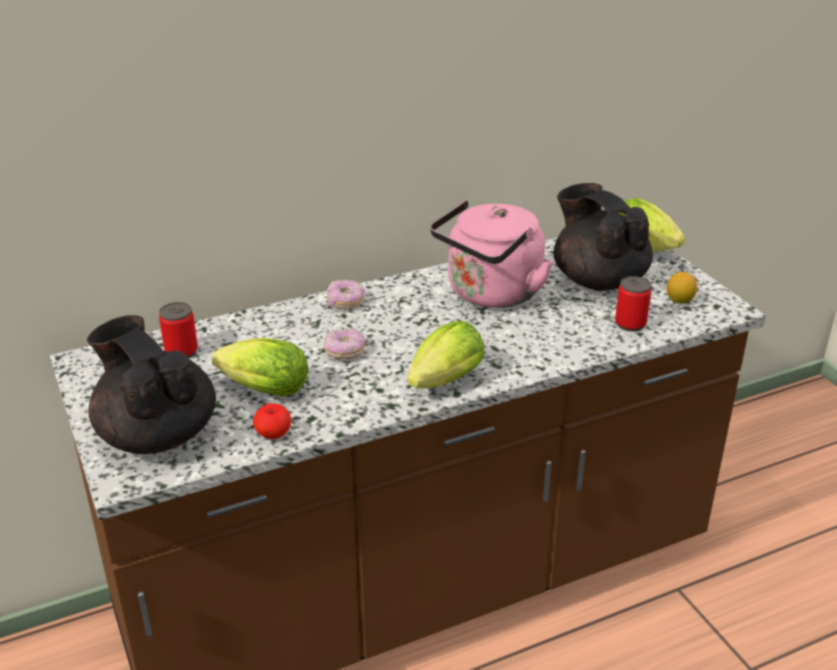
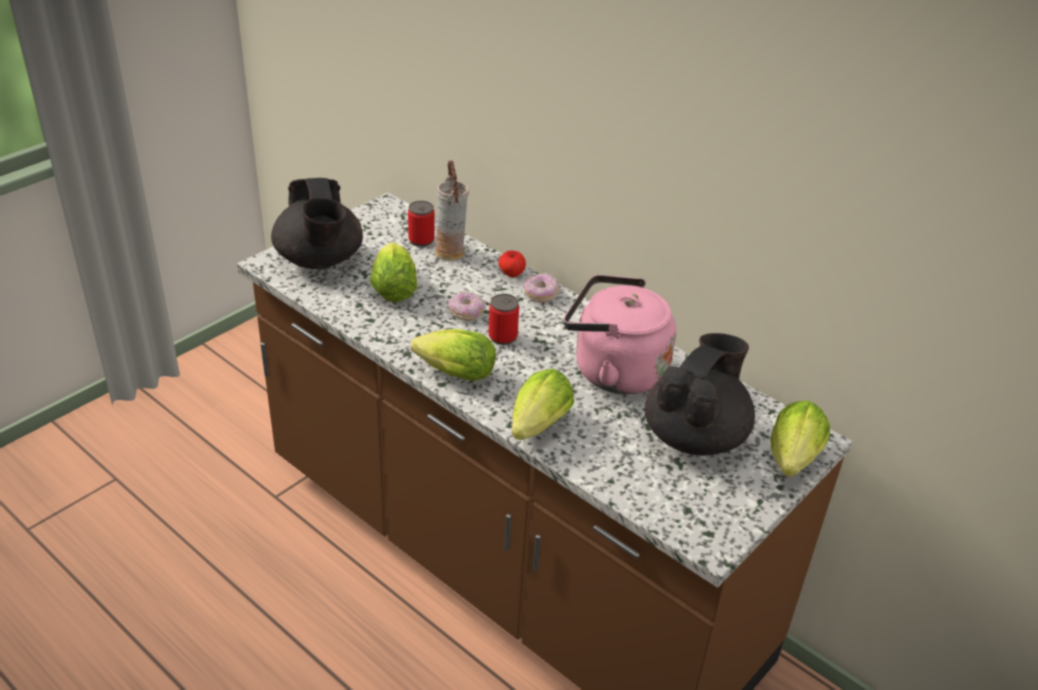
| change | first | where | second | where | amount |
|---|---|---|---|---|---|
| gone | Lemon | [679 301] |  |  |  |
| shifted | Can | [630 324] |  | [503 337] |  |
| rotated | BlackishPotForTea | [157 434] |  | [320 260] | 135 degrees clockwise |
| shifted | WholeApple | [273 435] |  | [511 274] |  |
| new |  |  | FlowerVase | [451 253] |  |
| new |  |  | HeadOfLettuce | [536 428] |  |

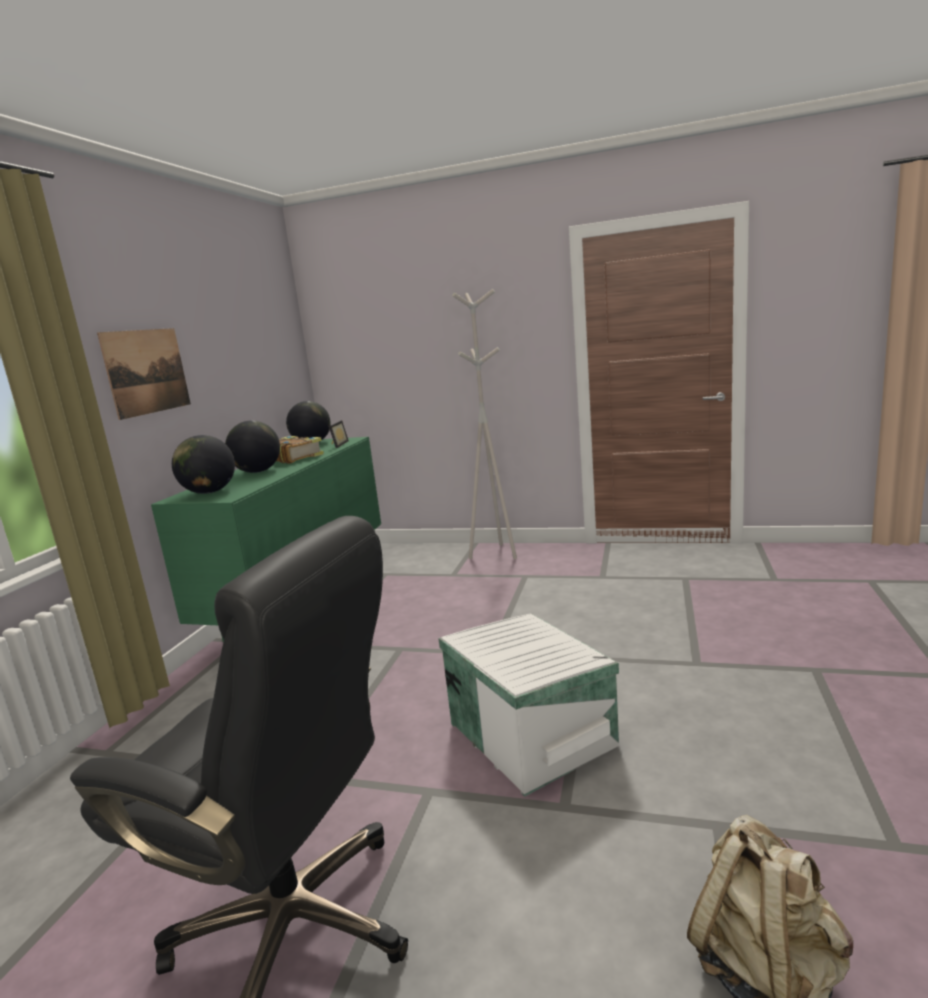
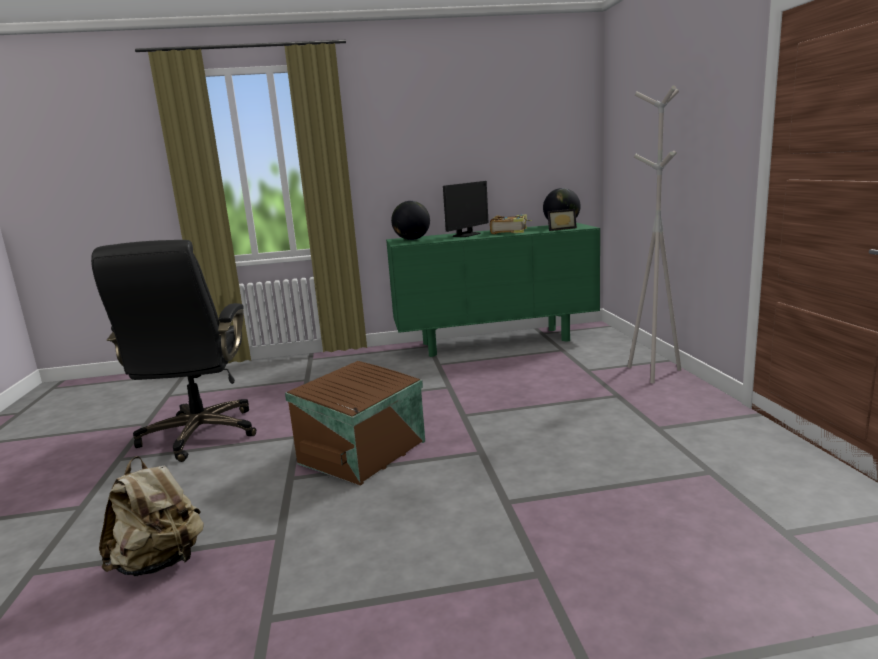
| change | first | where | second | where | amount |
|---|---|---|---|---|---|
| gone | WallArt | [147 371] |  |  |  |
| swapped | Globe | [257 472] | ComputerDisplay | [466 235] |  |
| repainted | WhiteColouredStorageBox | [532 732] | BrownColouredStorageBox | [365 452] |  |

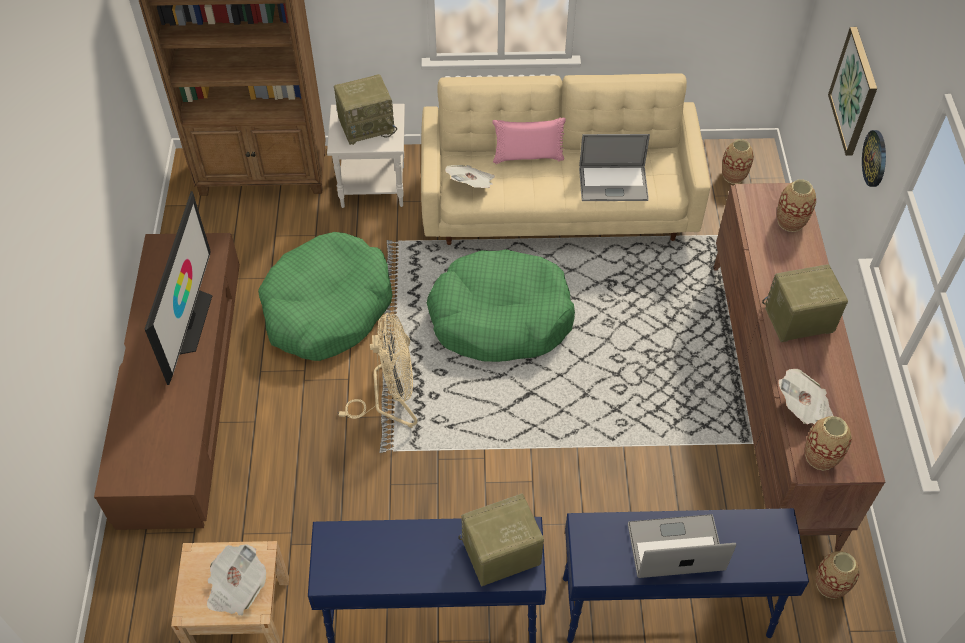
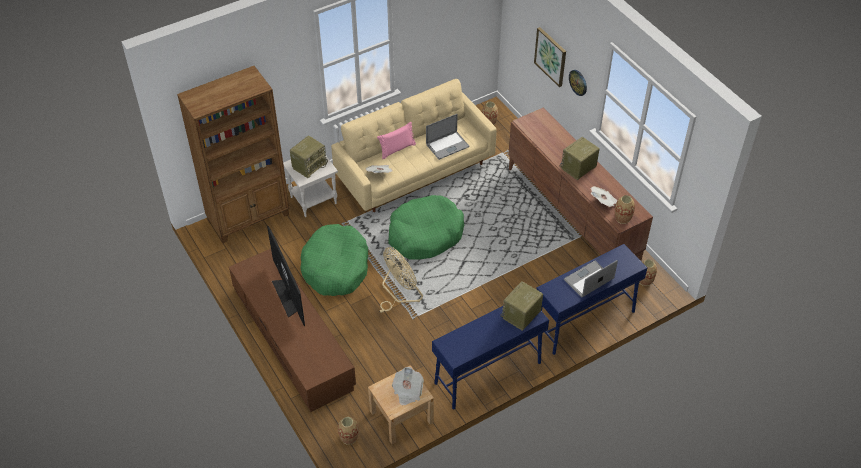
| change | first | where | second | where | amount |
|---|---|---|---|---|---|
| shifted | FlowerVase | [790 222] |  | [349 437] |  |

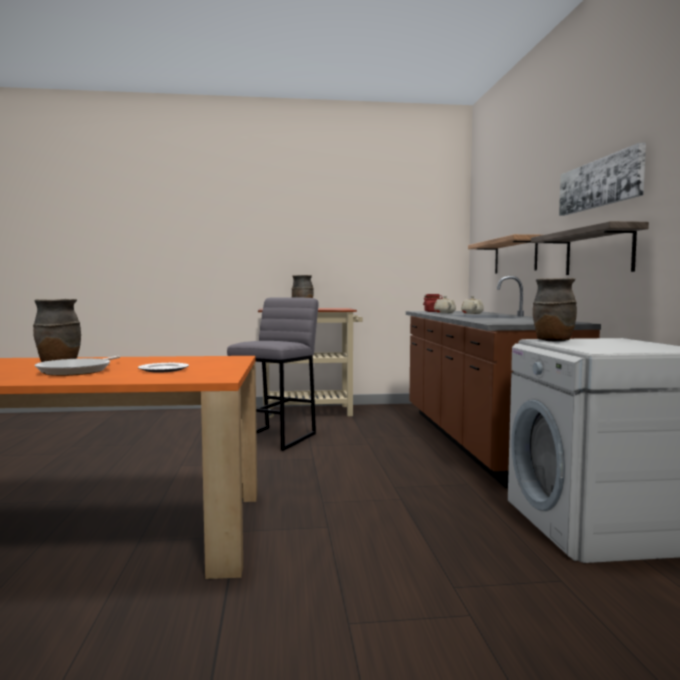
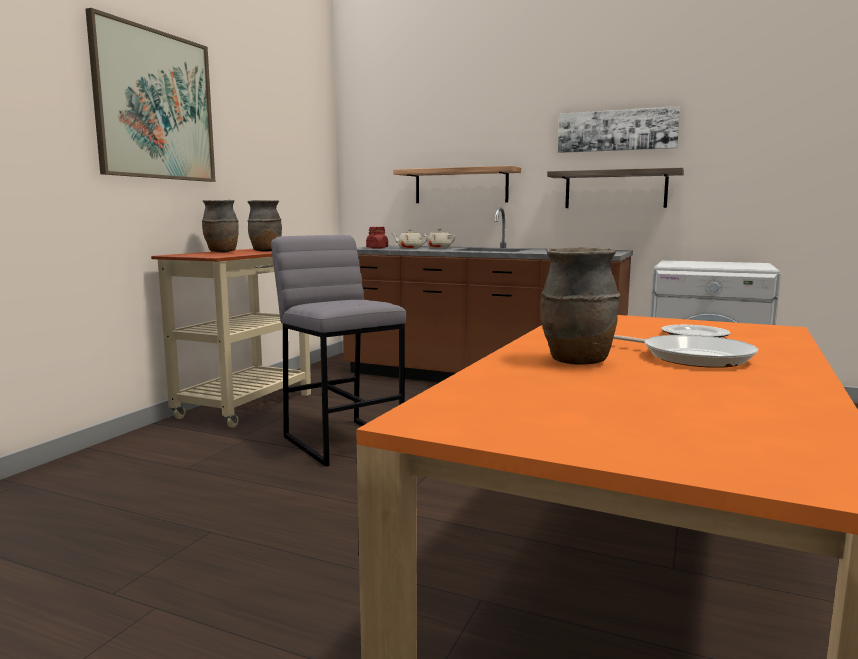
| change | first | where | second | where | amount |
|---|---|---|---|---|---|
| shifted | BrownColouredFlowerVase | [552 341] |  | [265 251] |  |
| new |  |  | WallArt | [155 105] |  |

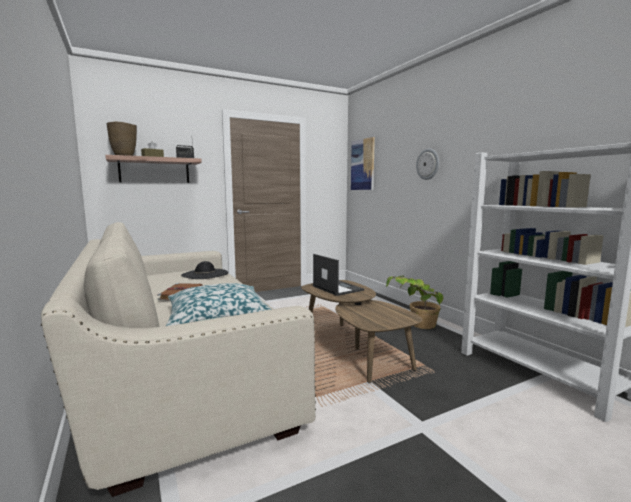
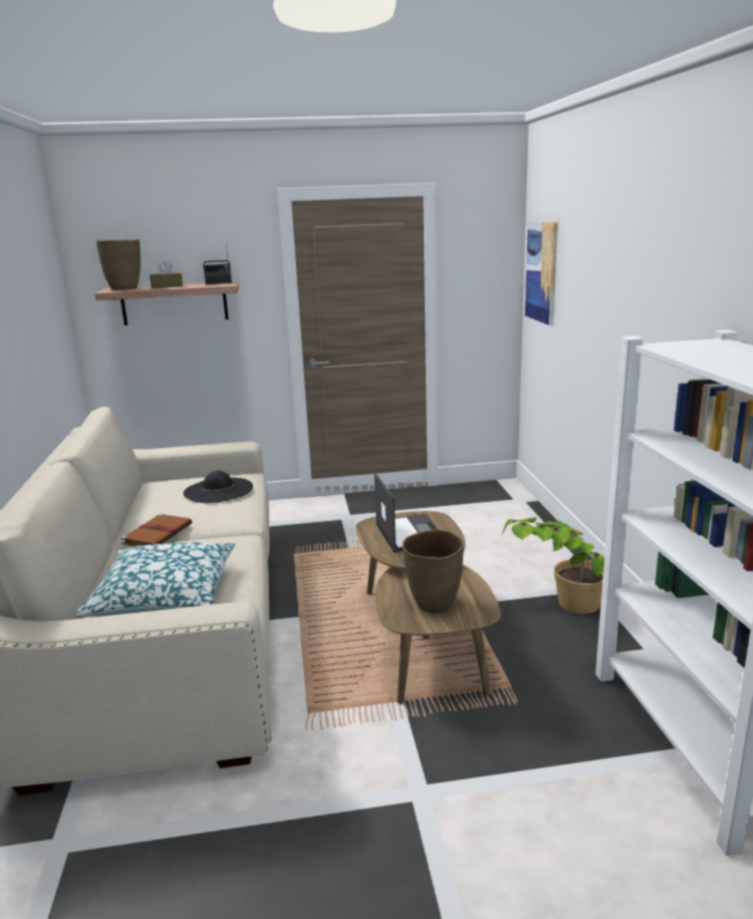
| change | first | where | second | where | amount |
|---|---|---|---|---|---|
| gone | WallClock | [428 164] |  |  |  |
| new |  |  | BrownColouredFlowerVase | [434 604] |  |

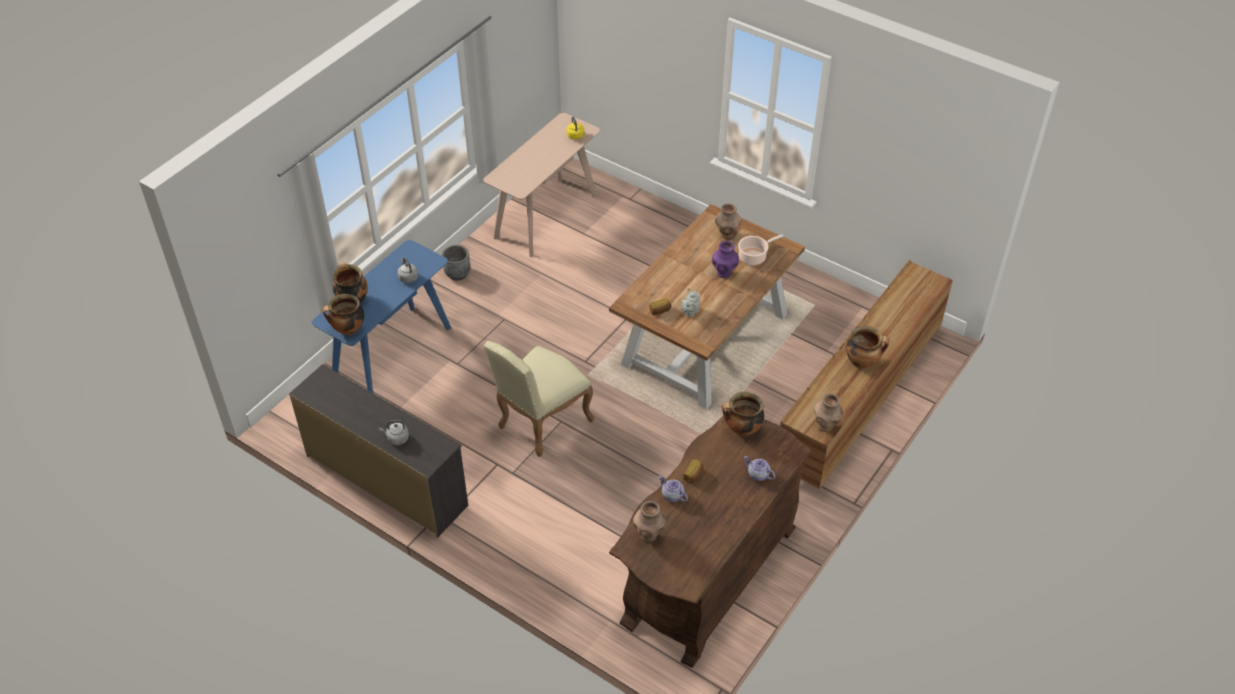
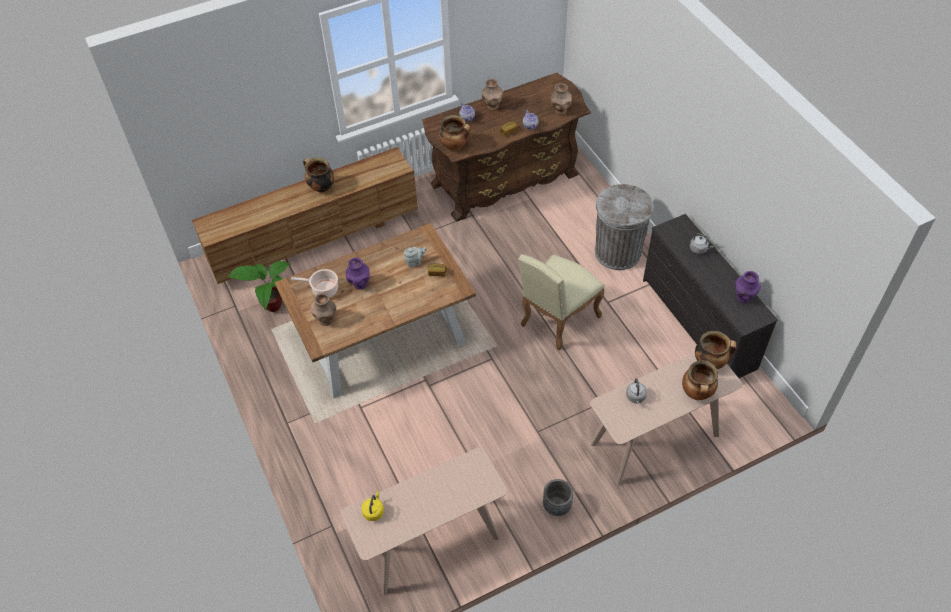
| change | first | where | second | where | amount |
|---|---|---|---|---|---|
| repainted | BluishHallTable | [392 352] | BeigeColouredHallTable | [655 440] |  |
| rotated | BeigeColouredPlainChair | [541 423] |  | [557 320] | 150 degrees clockwise |
| shifted | BrownColouredFlowerVase | [825 426] |  | [492 106] |  |
| new |  |  | GreyishTrashCan | [617 252] |  |
| new |  |  | PlantInAPot | [270 307] |  |
| new |  |  | PurpleColouredFlowerVase | [743 298] |  |

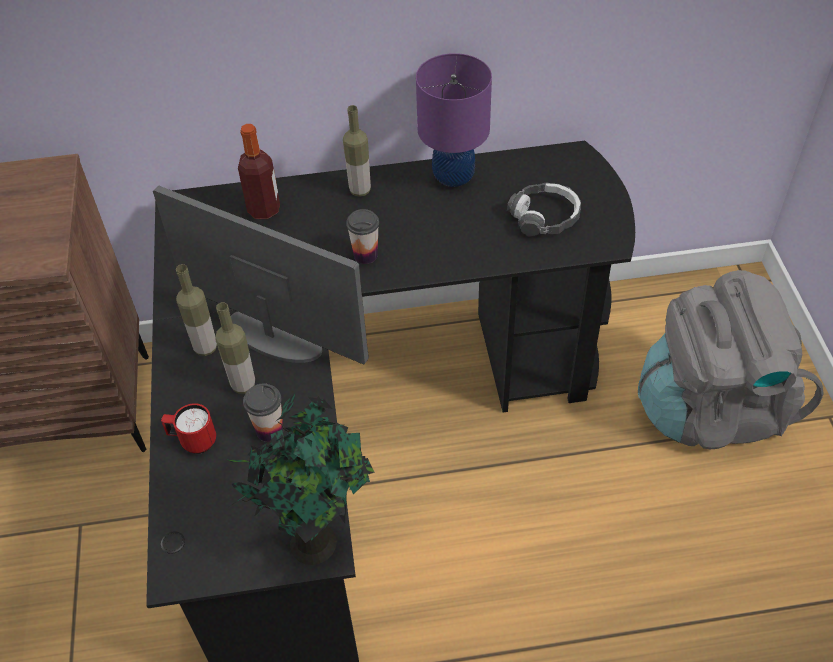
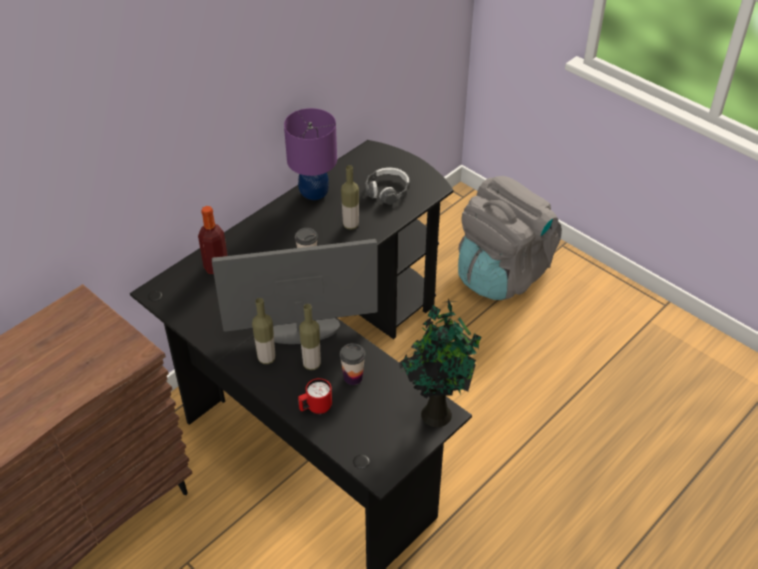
| change | first | where | second | where | amount |
|---|---|---|---|---|---|
| shifted | BeverageBottle | [360 190] |  | [350 225] |  |

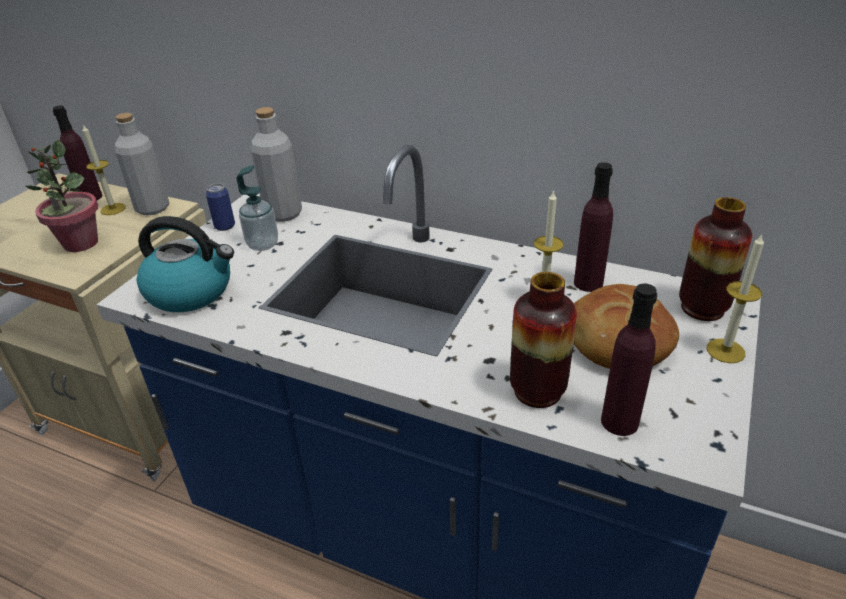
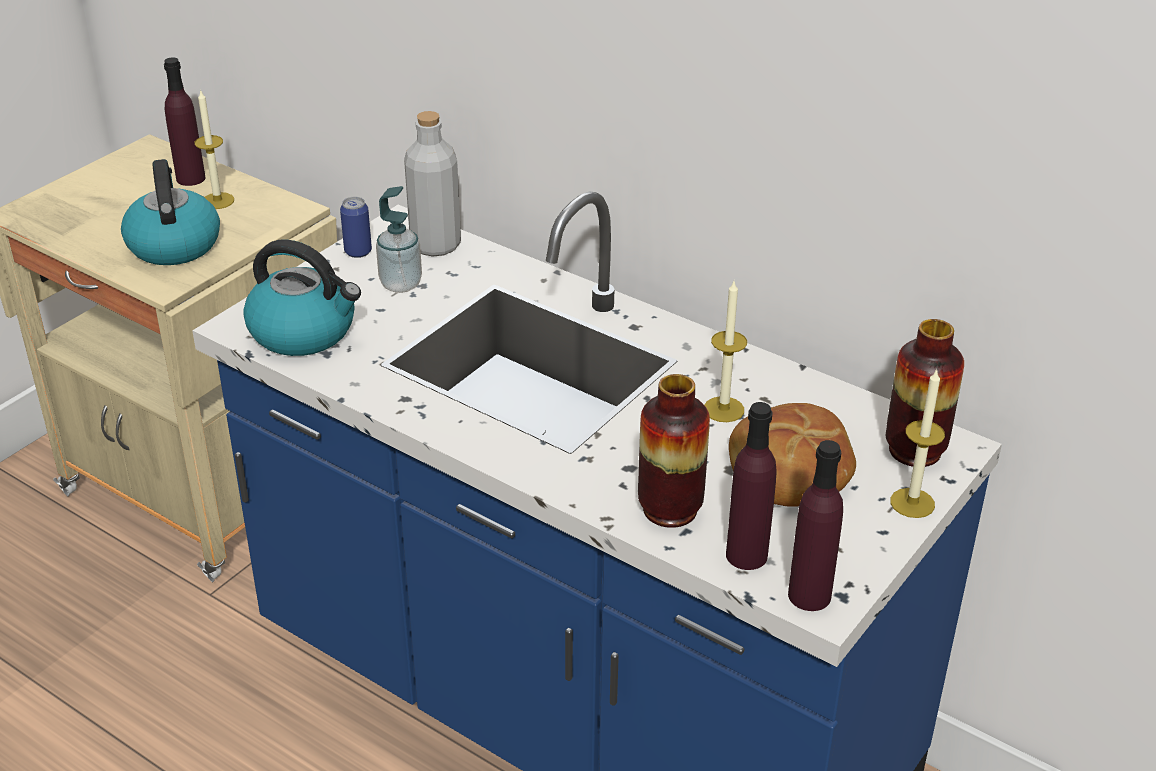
| change | first | where | second | where | amount |
|---|---|---|---|---|---|
| gone | GreyishBeverageBottle | [152 208] |  |  |  |
| swapped | PlantInAPot | [80 243] | TeaKettle | [173 244] |  |
| shifted | PurpleColouredBeverageBottle | [588 283] |  | [809 595] |  |

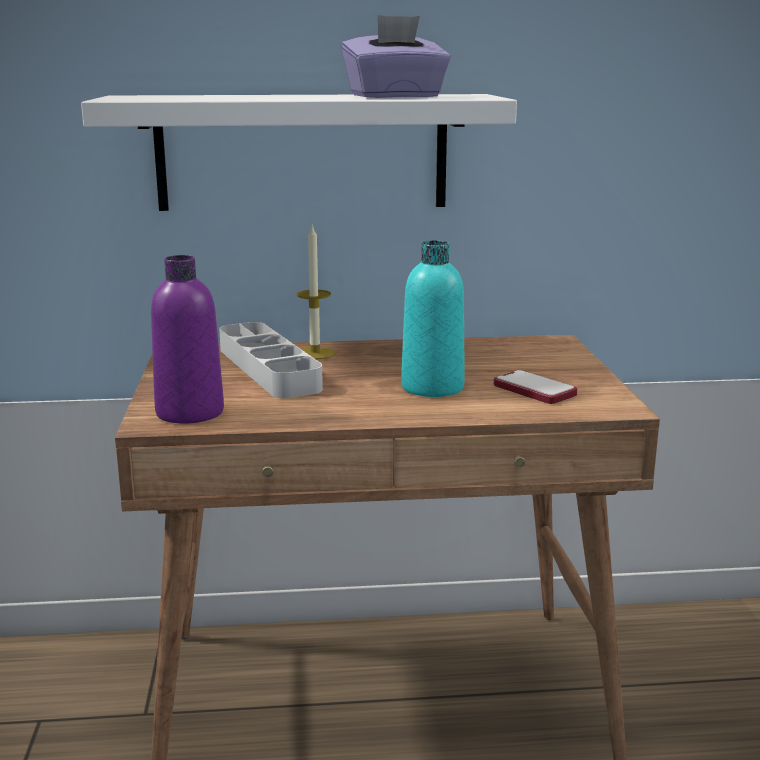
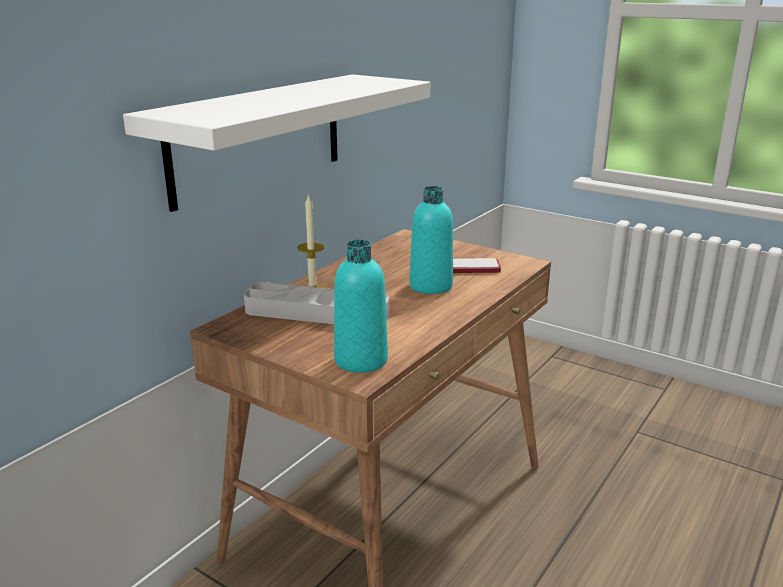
| change | first | where | second | where | amount |
|---|---|---|---|---|---|
| gone | PurpleColouredTissueHolder | [395 96] |  |  |  |
| repainted | PurpleColouredBeverageBottle | [190 413] | TurquoiseColouredBeverageBottle | [361 360] |  |

